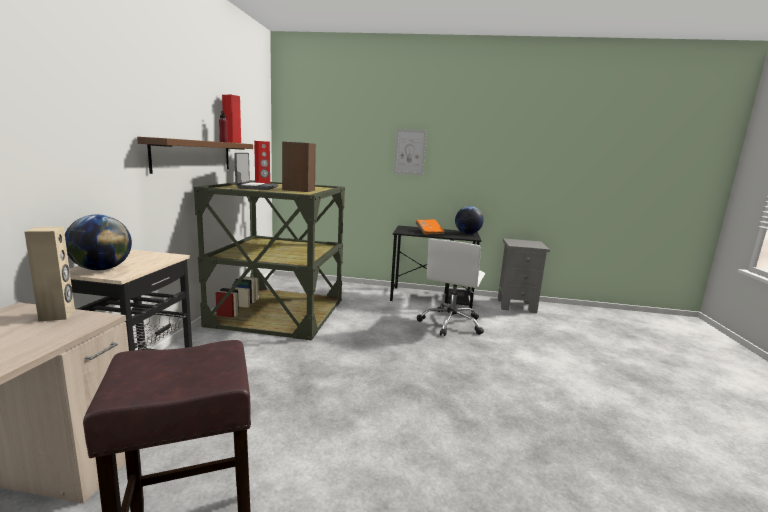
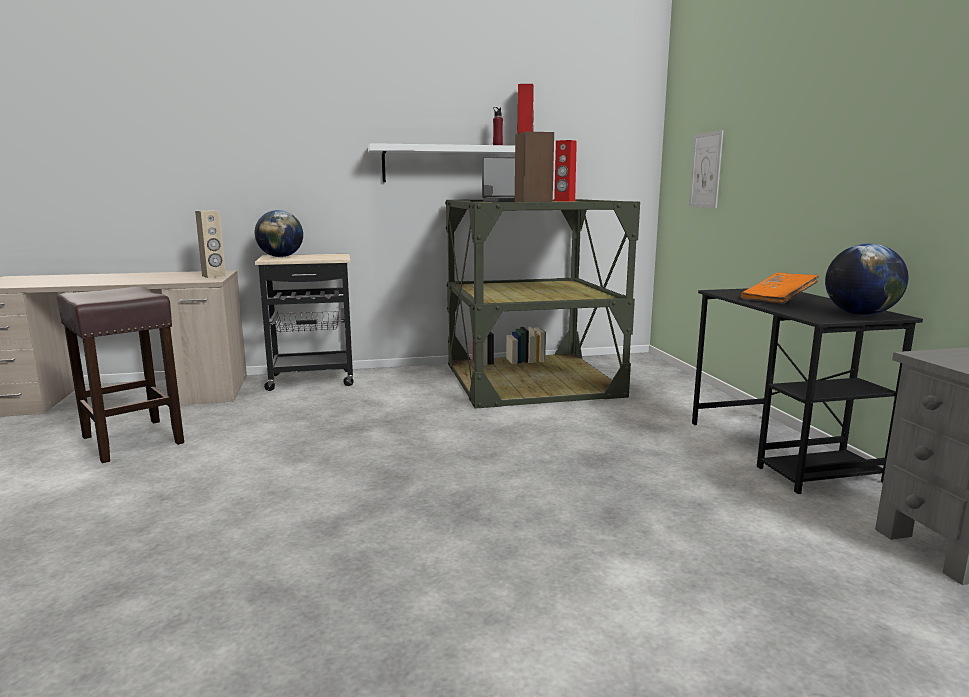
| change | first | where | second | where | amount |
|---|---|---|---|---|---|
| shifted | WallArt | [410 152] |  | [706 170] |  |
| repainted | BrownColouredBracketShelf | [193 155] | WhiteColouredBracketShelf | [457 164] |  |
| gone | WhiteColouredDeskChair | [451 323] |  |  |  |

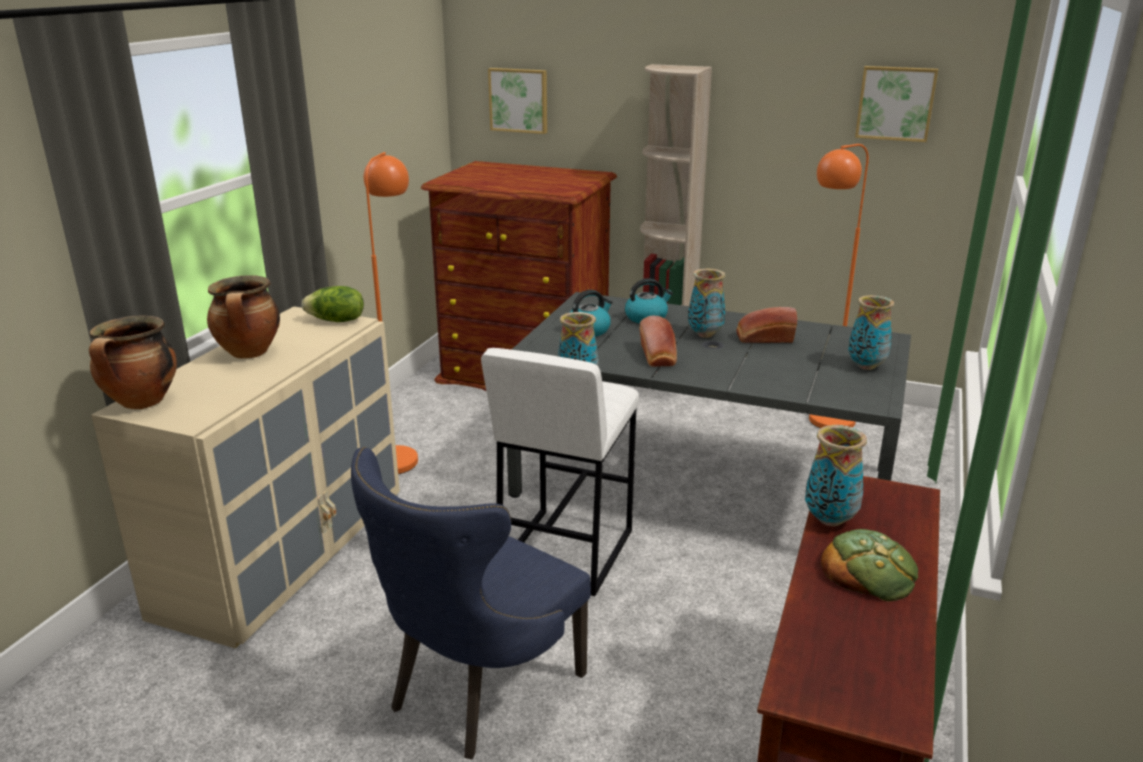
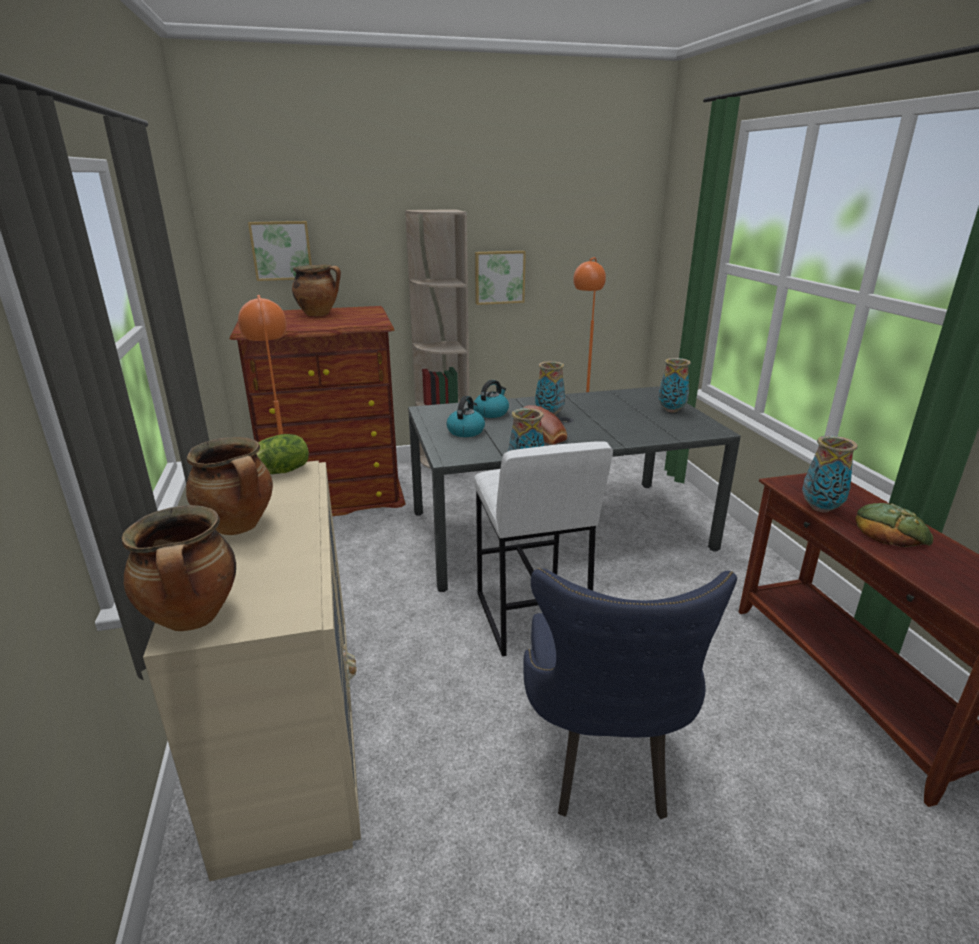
| change | first | where | second | where | amount |
|---|---|---|---|---|---|
| shifted | WallArt | [895 103] |  | [499 277] |  |
| gone | BakeryBread | [764 338] |  |  |  |
| new |  |  | CookingPot | [319 314] |  |

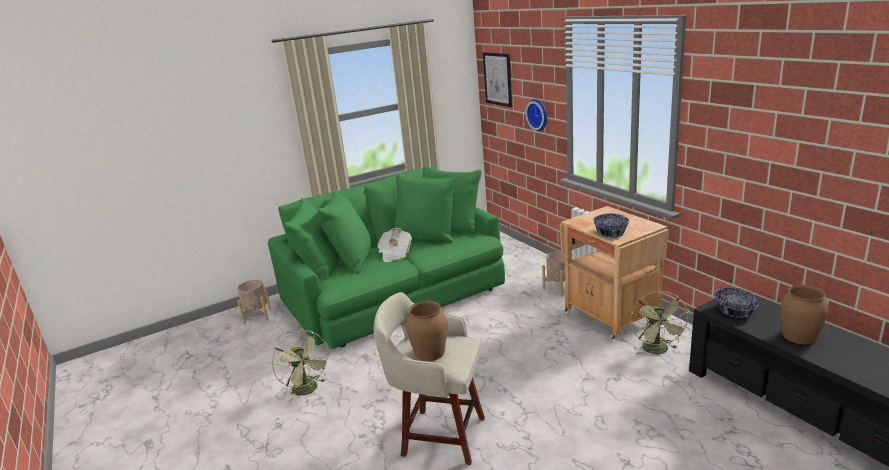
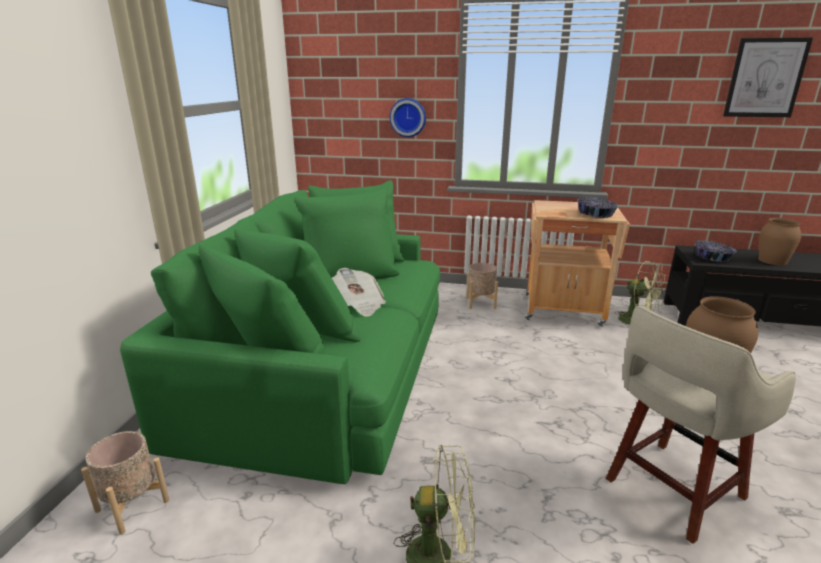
| change | first | where | second | where | amount |
|---|---|---|---|---|---|
| shifted | WallArt | [498 79] |  | [765 78] |  |

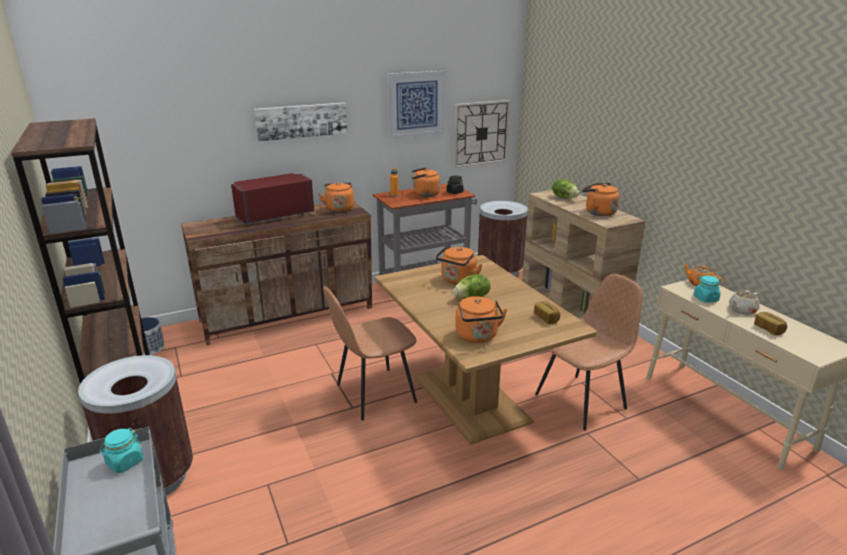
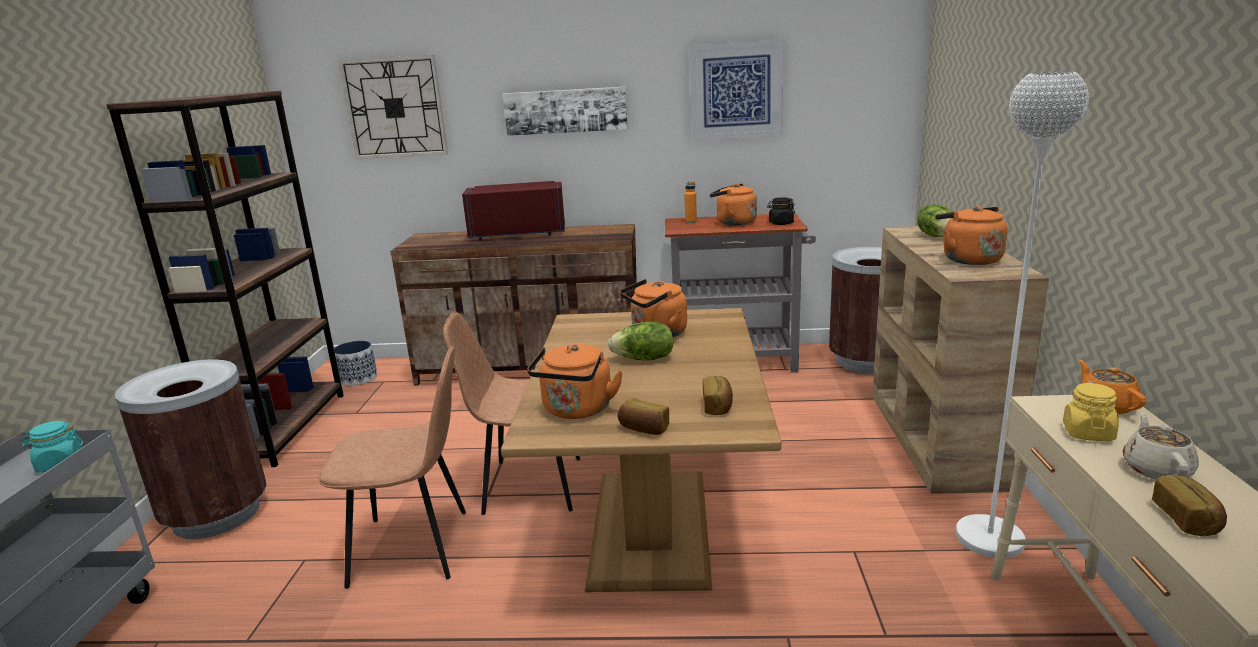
| change | first | where | second | where | amount |
|---|---|---|---|---|---|
| shifted | WallClock | [481 133] |  | [395 108] |  |
| gone | OrangeyTeaKettle | [339 208] |  |  |  |
| shifted | BrownColouredPlainChair | [582 401] |  | [413 547] |  |
| repainted | TurquoiseColouredJar | [705 299] | YellowishJar | [1087 433] |  |
| rotated | BeigeColouredPotForTea | [742 310] |  | [1156 469] | 105 degrees clockwise |
| new |  |  | WhiteColouredStandardLamp | [988 538] |  |
| new |  |  | BakeryBread | [643 429] |  |

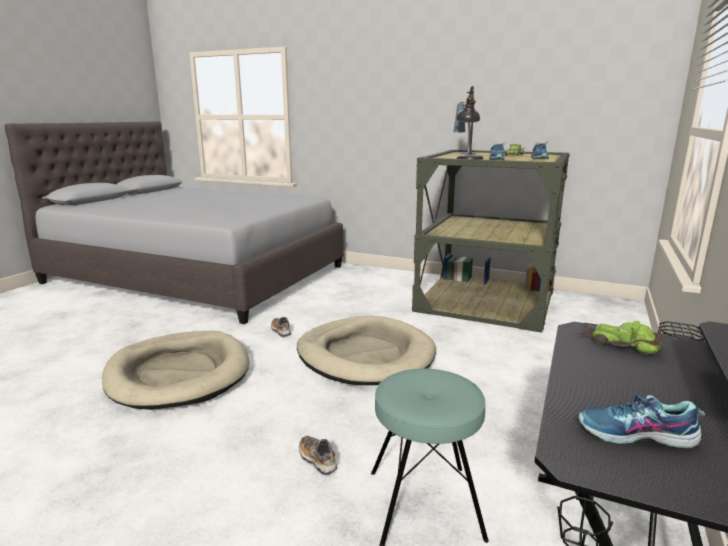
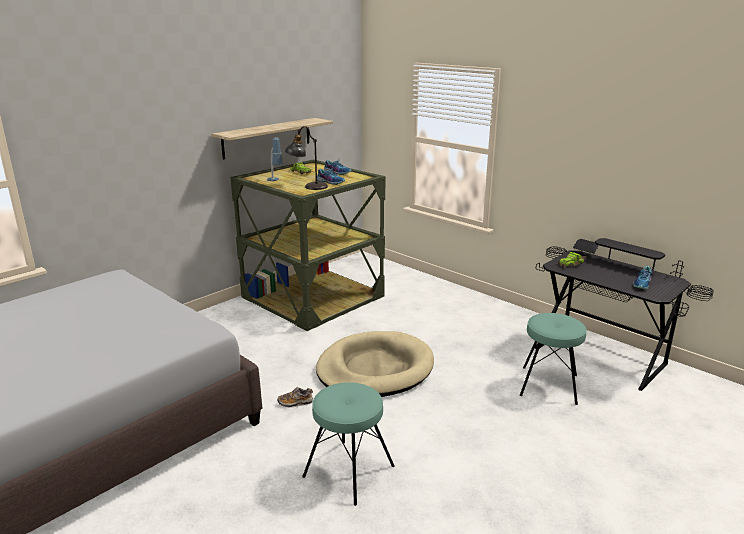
| change | first | where | second | where | amount |
|---|---|---|---|---|---|
| swapped | BeigeColouredDogBed | [179 374] | TurquoiseColouredStool | [349 471] |  |
| gone | ItemOfFootwear | [317 460] |  |  |  |
| new |  |  | BracketShelf | [267 138] |  |

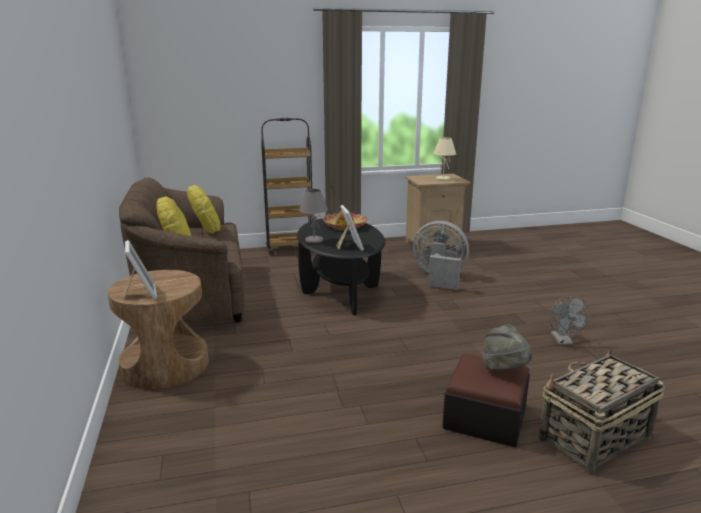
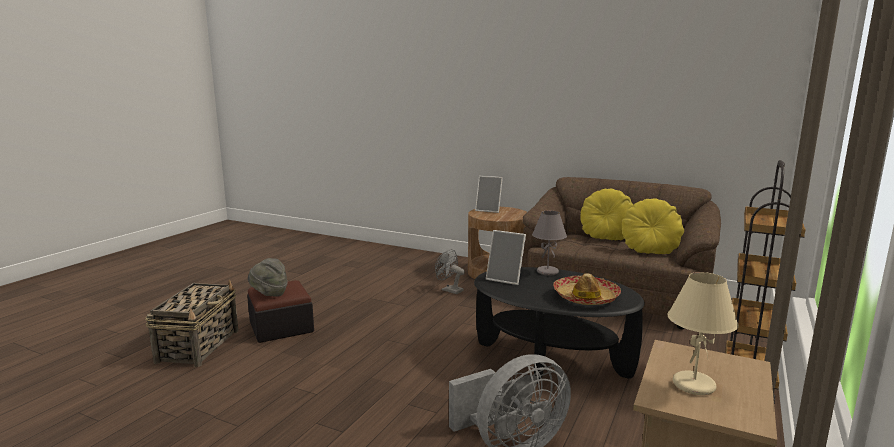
| change | first | where | second | where | amount |
|---|---|---|---|---|---|
| shifted | GreyishElectricFan | [563 341] |  | [449 290] |  |

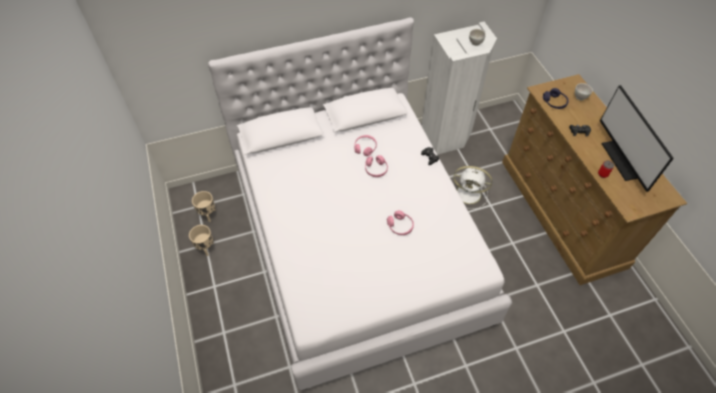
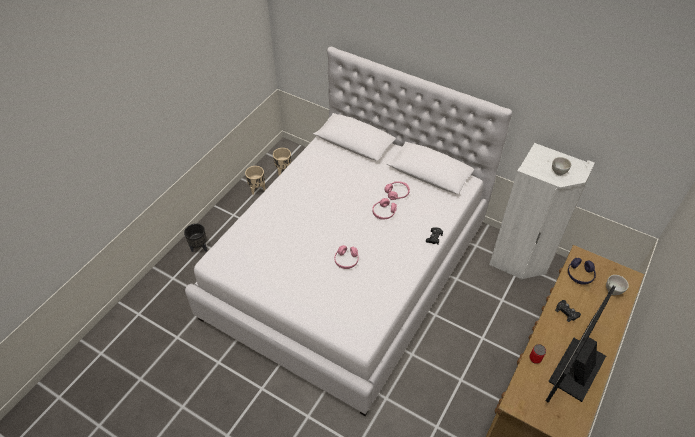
| change | first | where | second | where | amount |
|---|---|---|---|---|---|
| gone | WhiteColouredElectricFan | [469 194] |  |  |  |
| new |  |  | BlackishPlantPot | [199 247] |  |

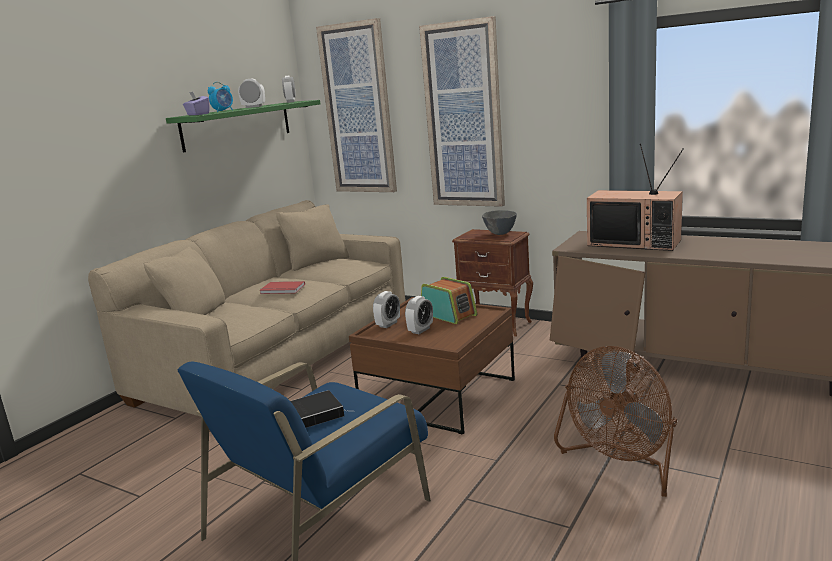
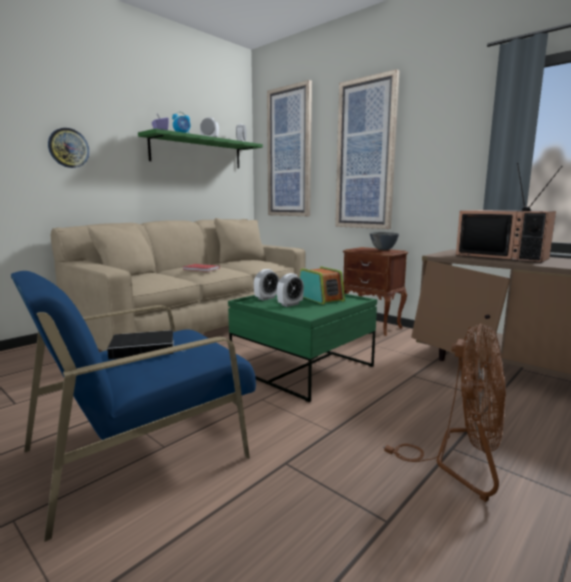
| change | first | where | second | where | amount |
|---|---|---|---|---|---|
| repainted | BrownColouredLowTable | [438 395] | GreenColouredLowTable | [302 368] |  |
| rotated | BrownColouredElectricFan | [619 461] |  | [461 456] | 120 degrees counterclockwise |
| new |  |  | WallClock | [68 148] |  |

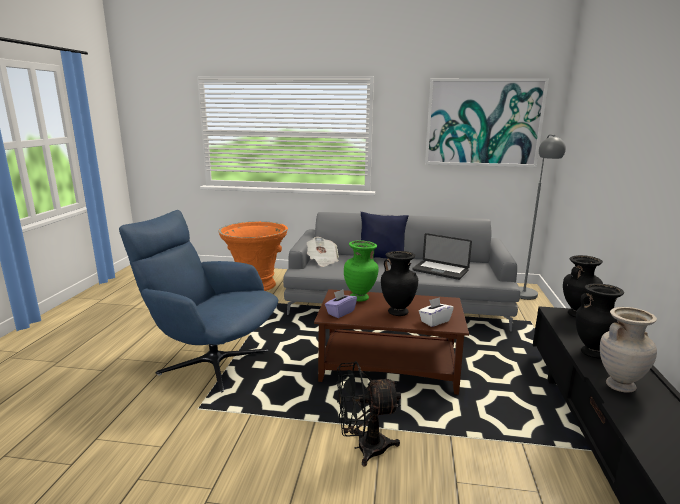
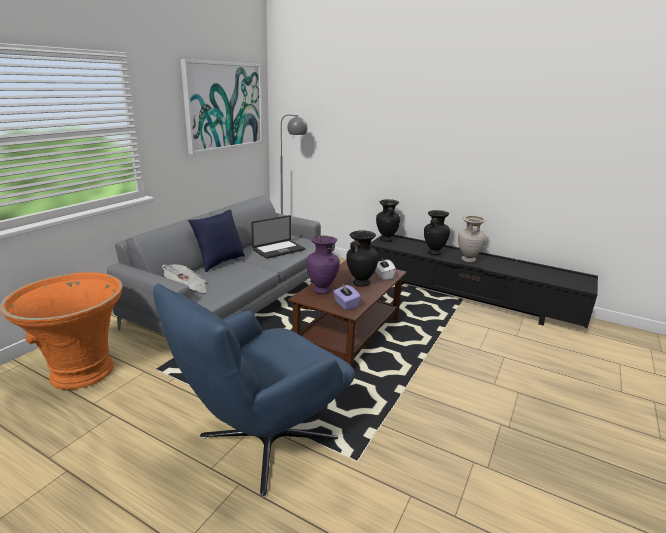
| change | first | where | second | where | amount |
|---|---|---|---|---|---|
| repainted | GreenColouredFlowerVase | [360 298] | PurpleColouredFlowerVase | [322 290] |  |
| gone | BlackishElectricFan | [363 447] |  |  |  |

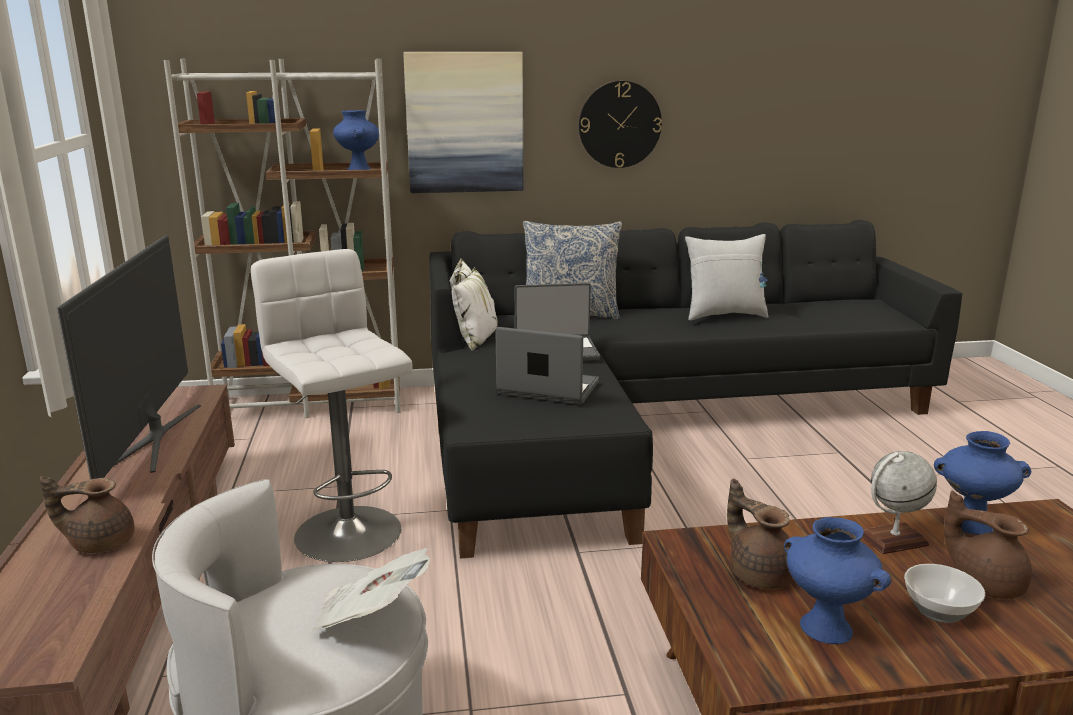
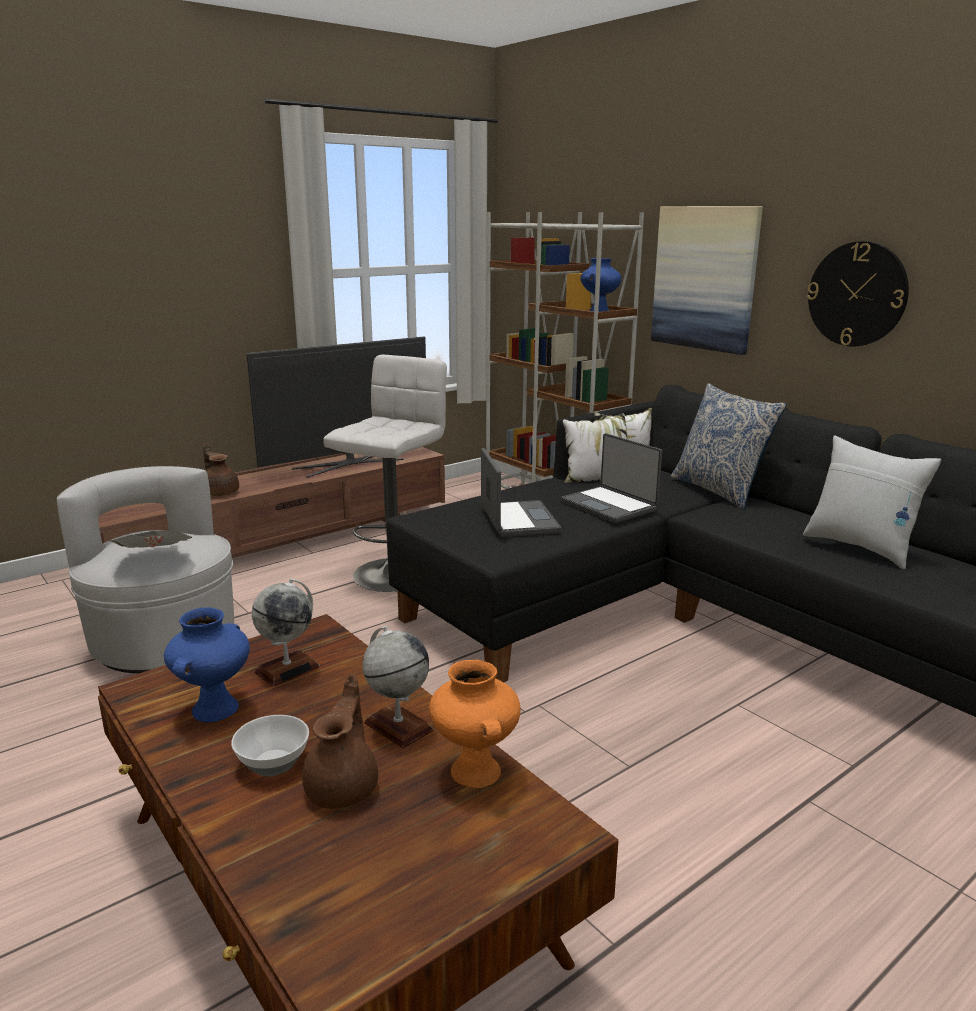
| change | first | where | second | where | amount |
|---|---|---|---|---|---|
| repainted | BluishFlowerVase | [970 524] | OrangeyFlowerVase | [473 771] |  |
| swapped | BrownColouredPotForTea | [759 573] | Globe | [287 669] |  |

